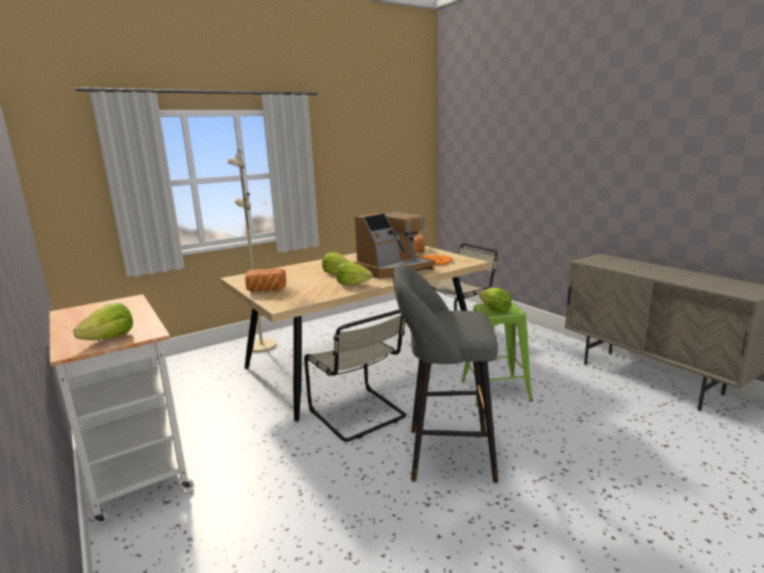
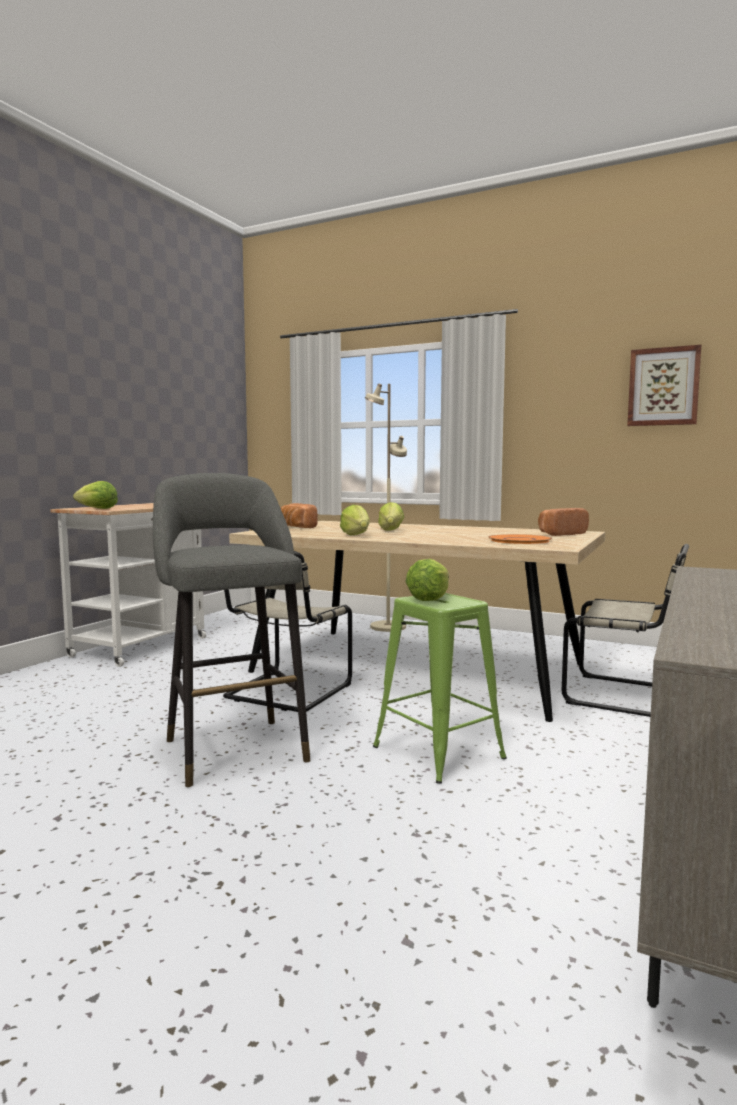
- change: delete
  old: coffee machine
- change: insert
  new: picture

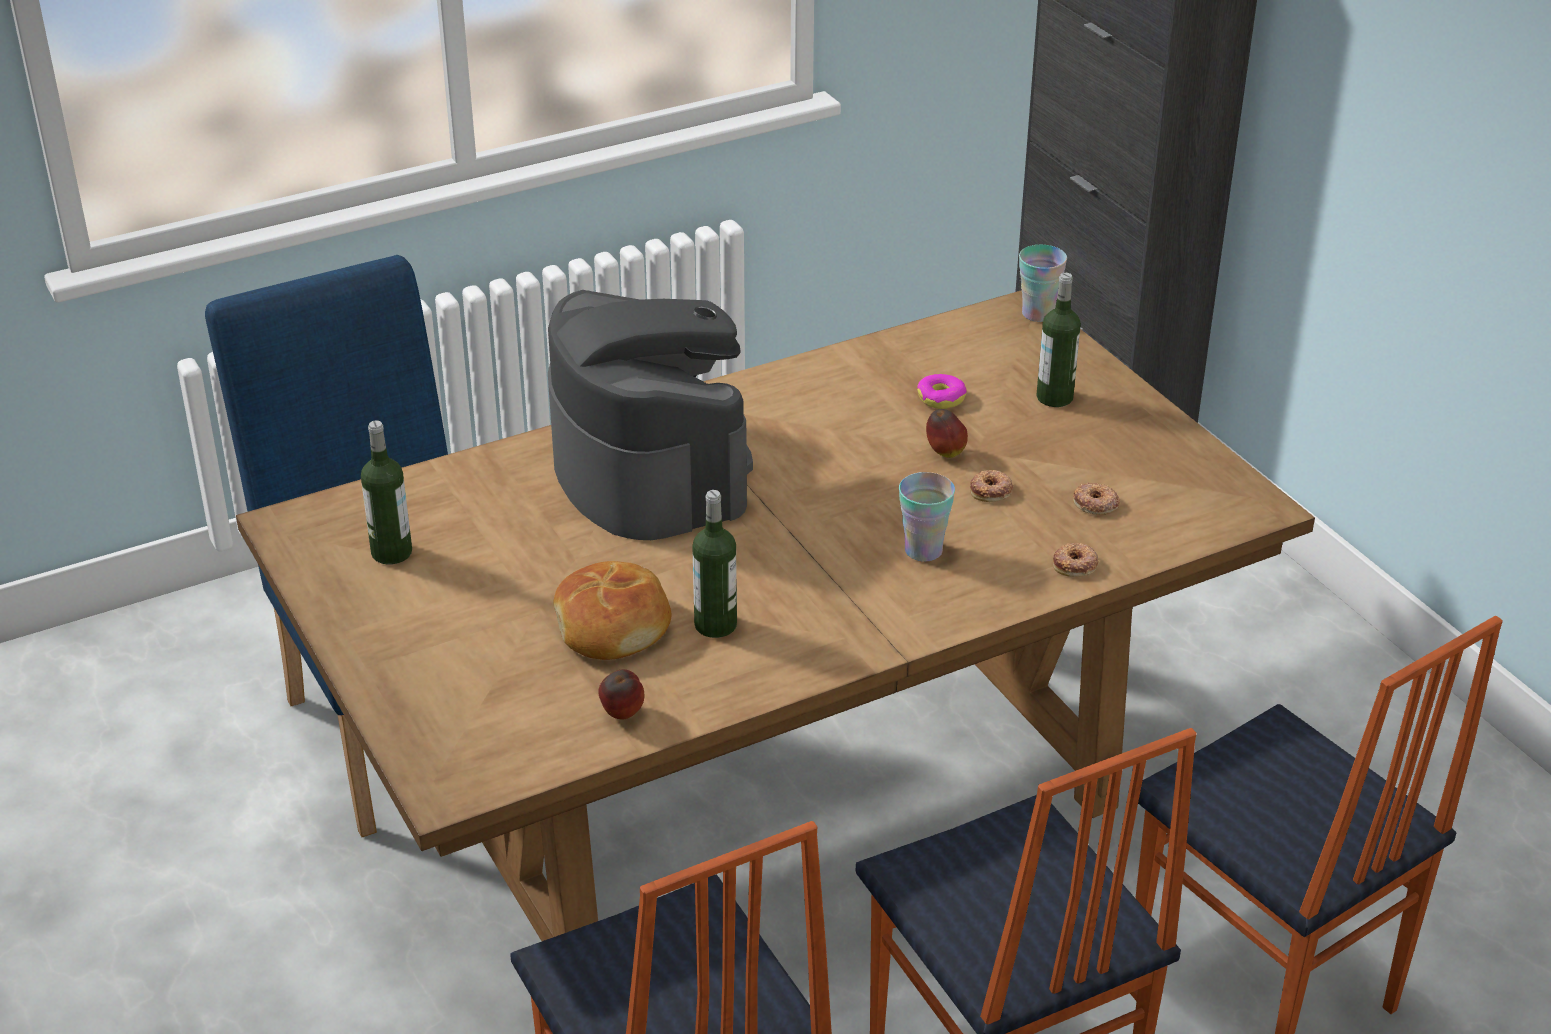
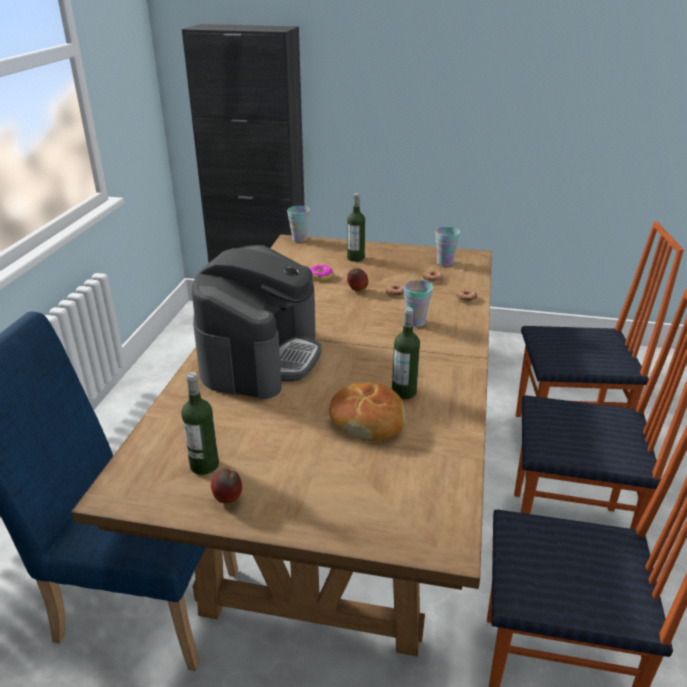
- change: rotate
  old: coffee machine
  degrees: 90
- change: move
  old: apple (1st from left)
- change: insert
  new: cup (3rd from left)

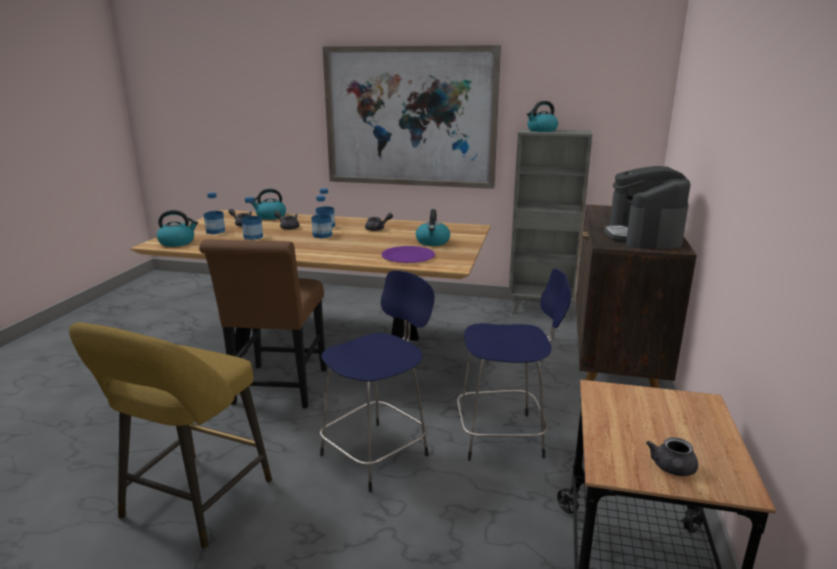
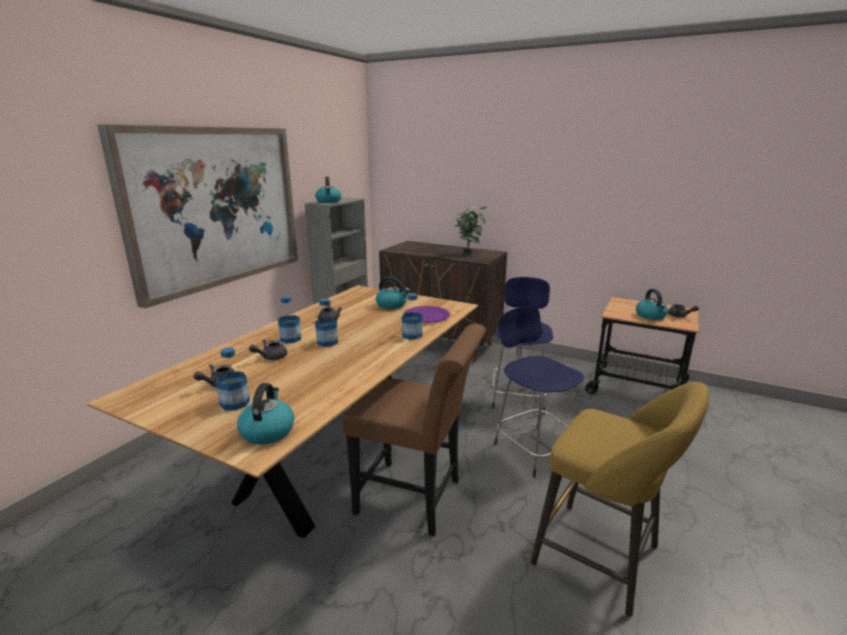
- change: move
  old: bottle (2nd from left in the first image)
  new: bottle (4th from left)
- change: move
  old: kettle (2nd from left in the first image)
  new: kettle (4th from left)
- change: replace
  old: coffee machine
  new: potted plant

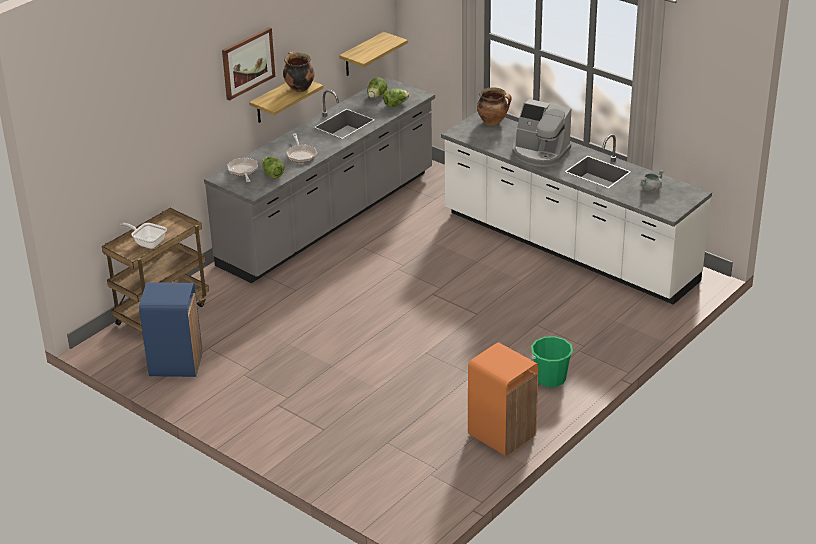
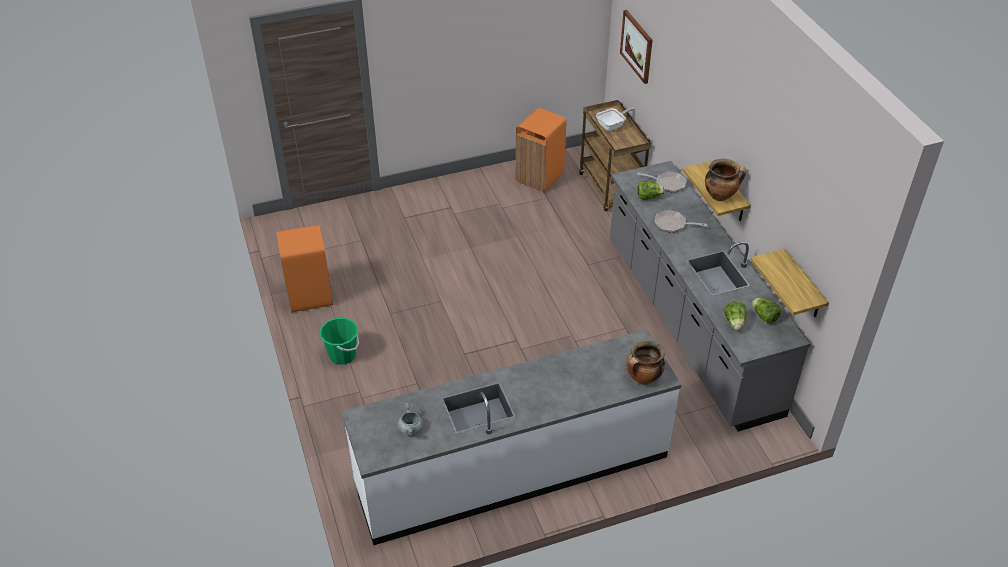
- change: recolor
  old: blue trash can
  new: orange trash can (2nd from left)
- change: move
  old: picture
- change: delete
  old: coffee machine

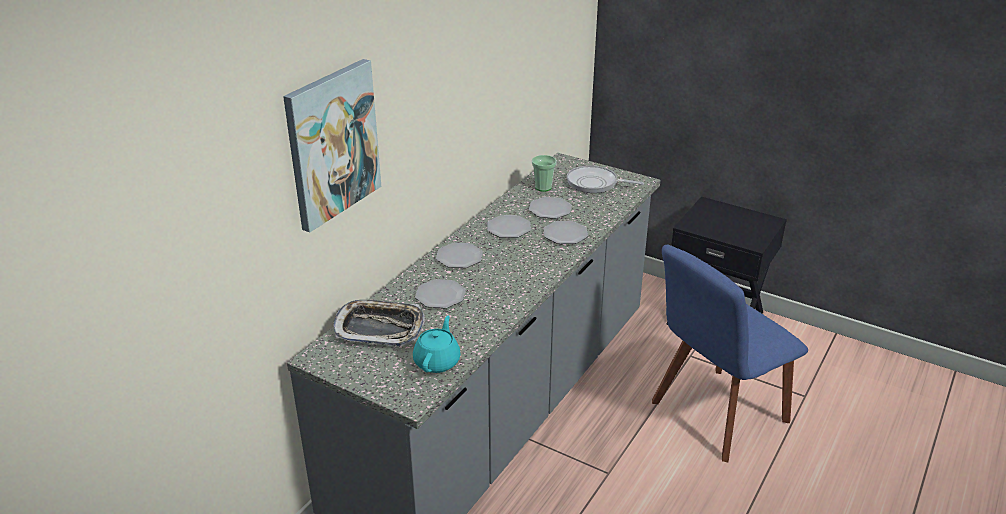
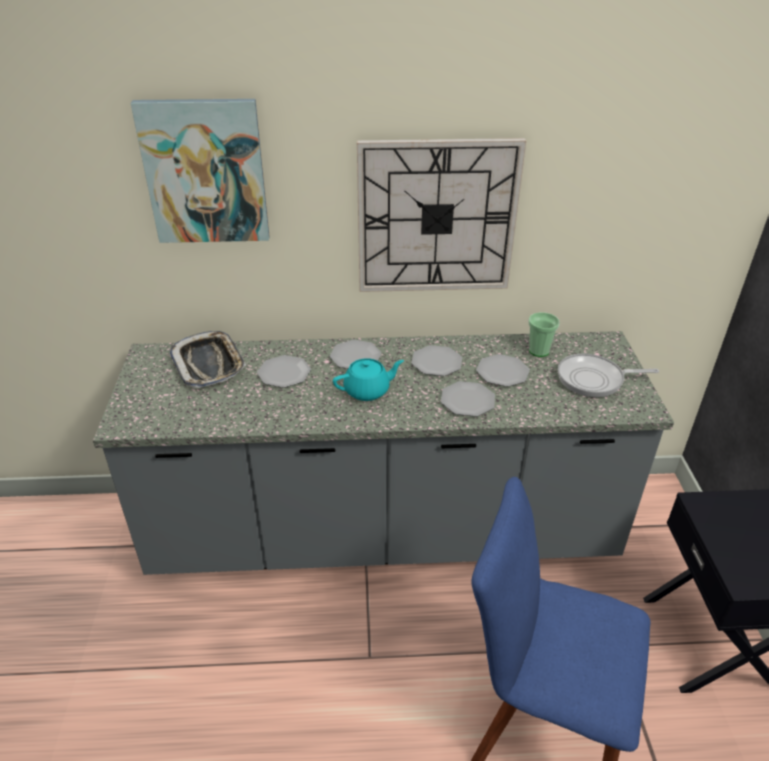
- change: move
  old: turquoise teapot
- change: rotate
  old: frying pan
  degrees: -75
- change: insert
  new: wall clock

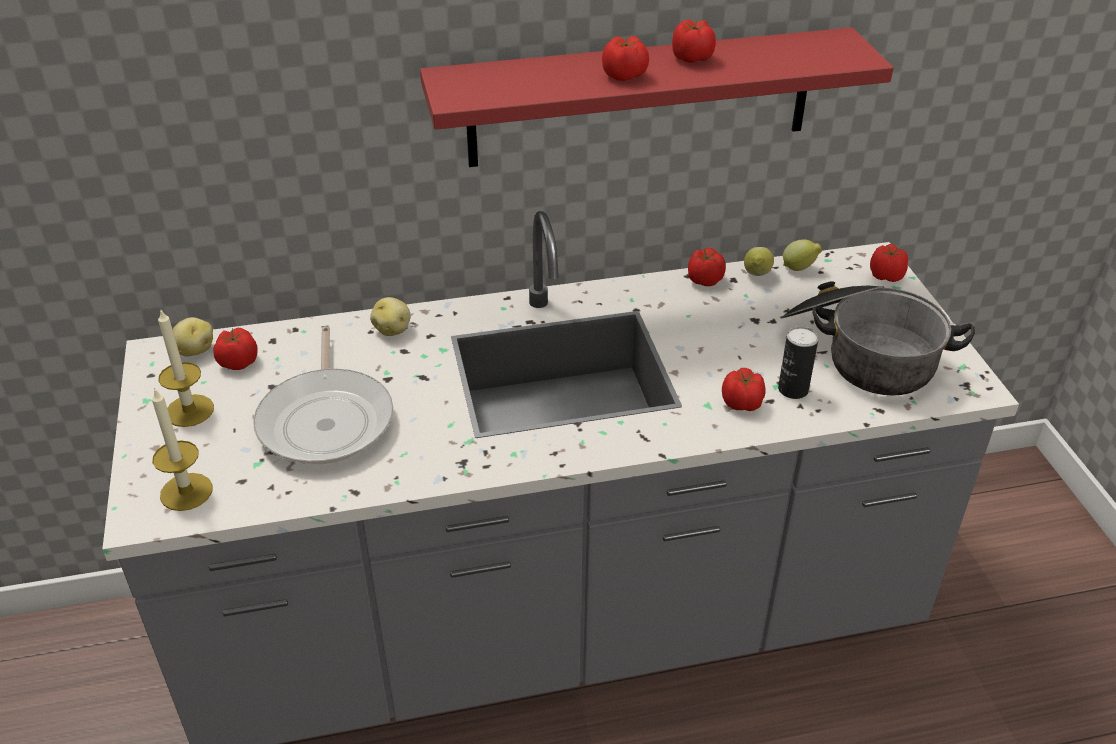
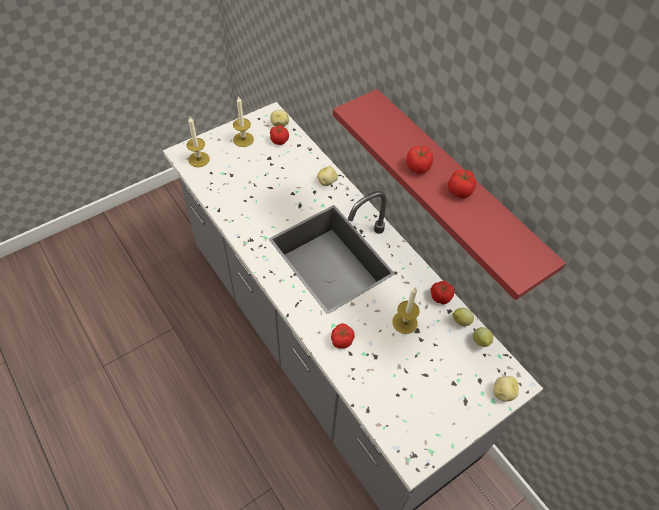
- change: delete
  old: frying pan
- change: delete
  old: can
- change: delete
  old: cooking pot
- change: replace
  old: tomato (6th from left)
  new: potato (3rd from left)
- change: insert
  new: candle (3rd from left)

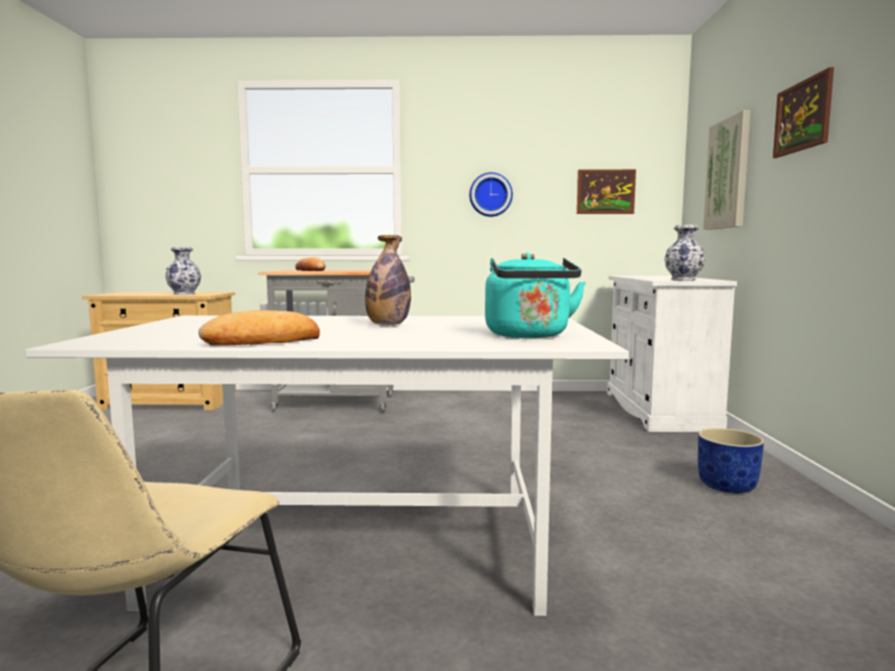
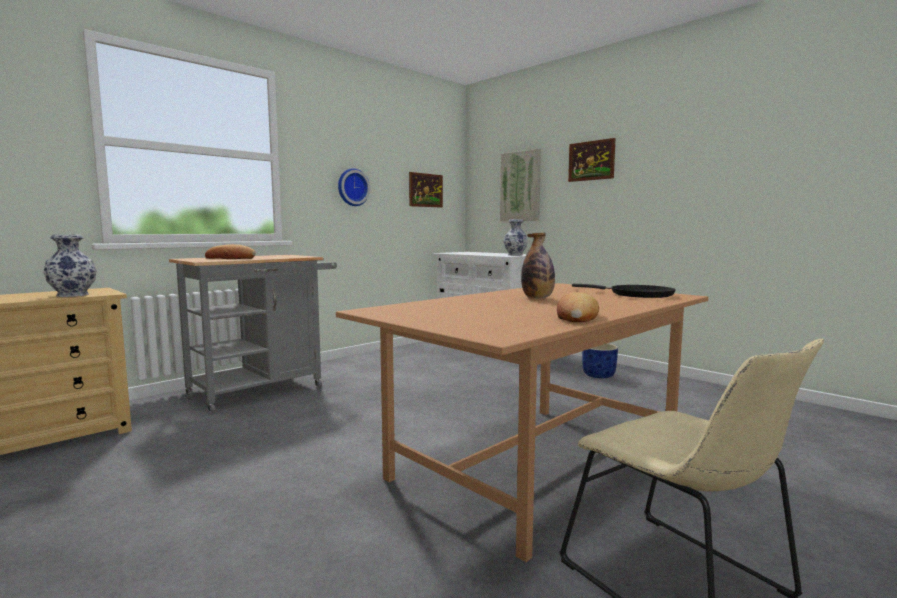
- change: recolor
  old: white dining table
  new: brown dining table
- change: replace
  old: turquoise kettle
  new: black frying pan

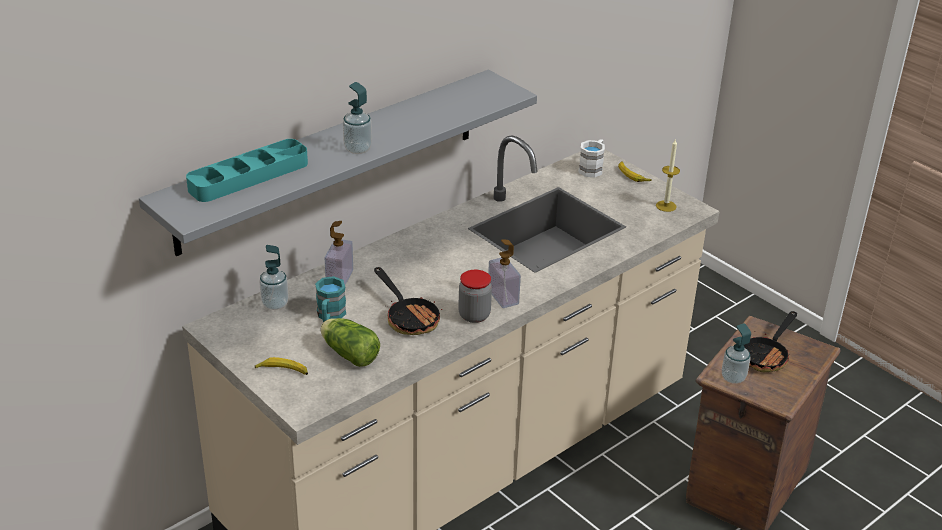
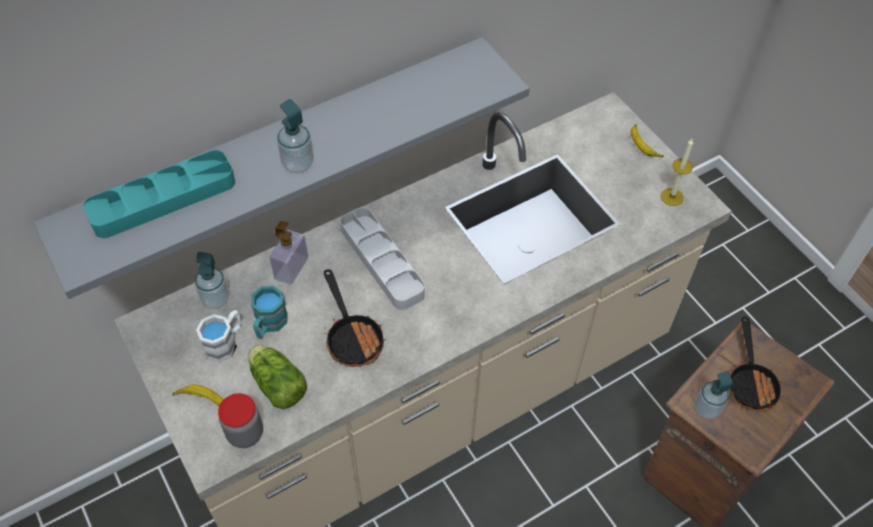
- change: move
  old: jar
- change: delete
  old: soap dispenser (4th from left)
- change: move
  old: white mug
- change: rotate
  old: frying pan (2nd from left)
  degrees: -45
- change: insert
  new: grey tray

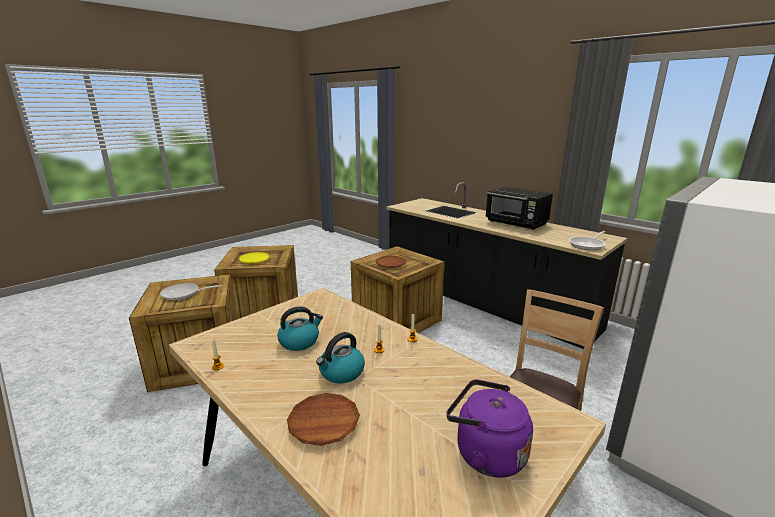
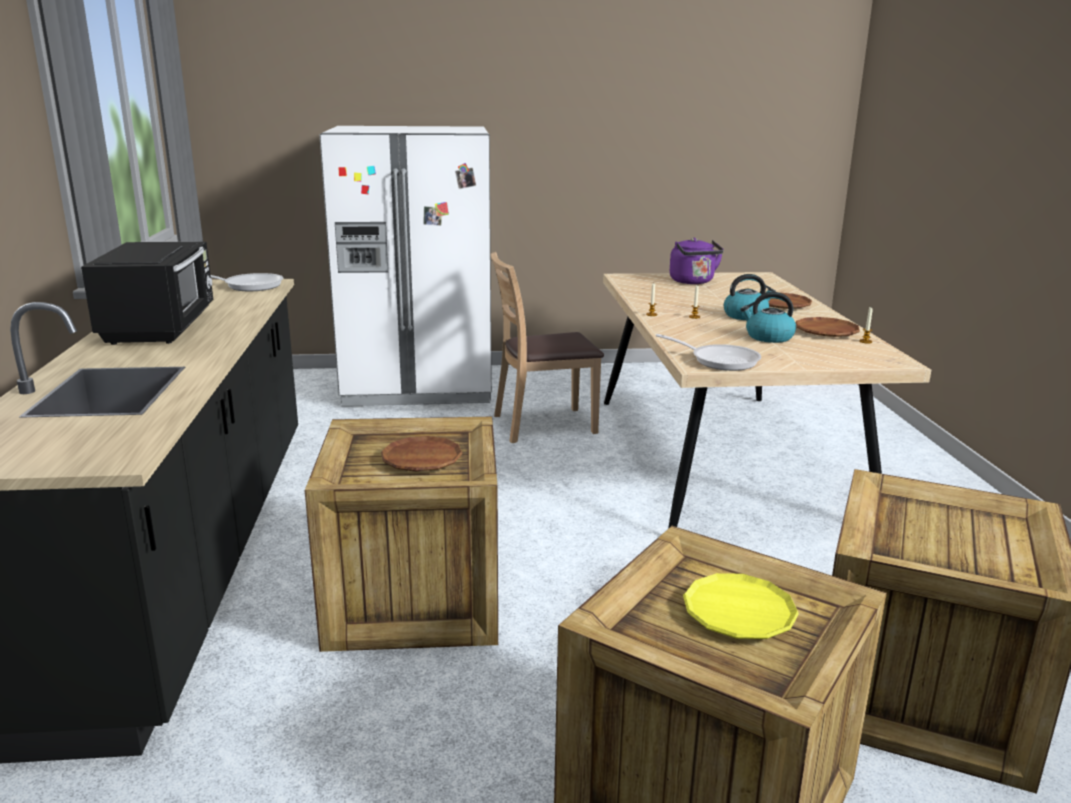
- change: move
  old: frying pan (1st from left in the first image)
  new: frying pan (2nd from left)
- change: insert
  new: brown plate (3rd from left)

